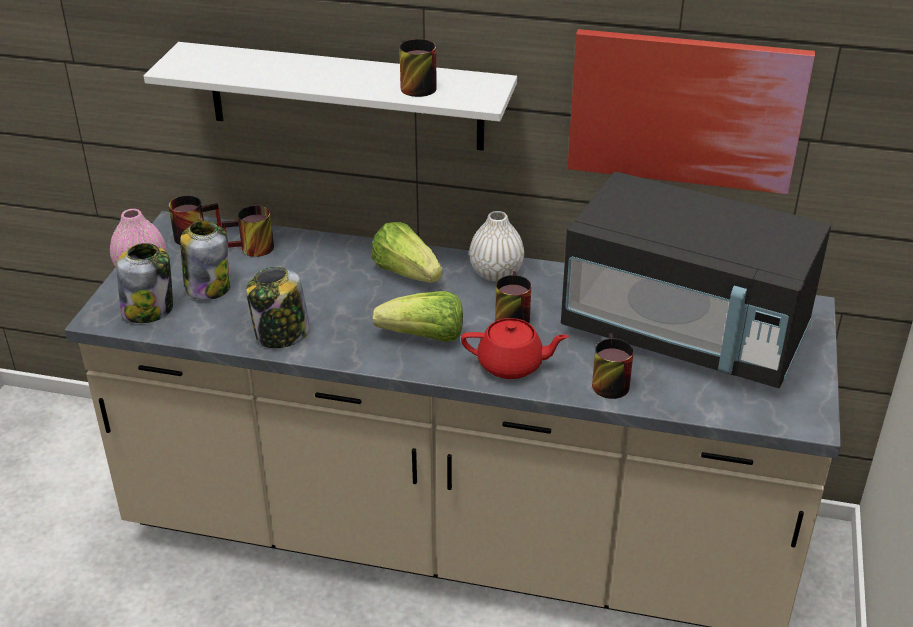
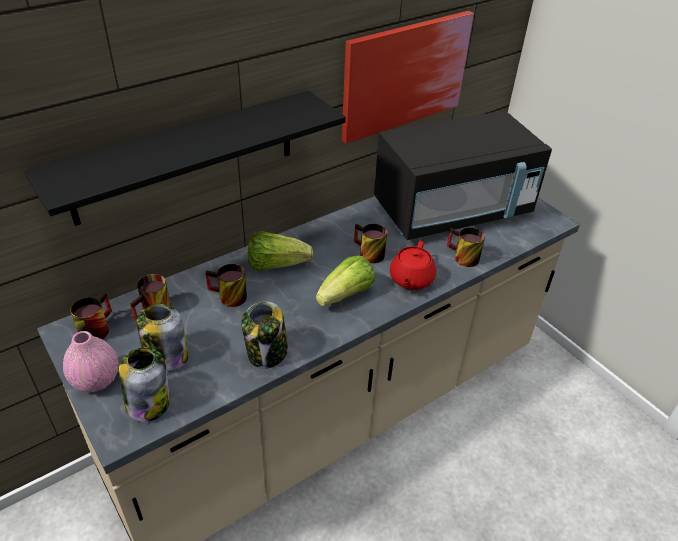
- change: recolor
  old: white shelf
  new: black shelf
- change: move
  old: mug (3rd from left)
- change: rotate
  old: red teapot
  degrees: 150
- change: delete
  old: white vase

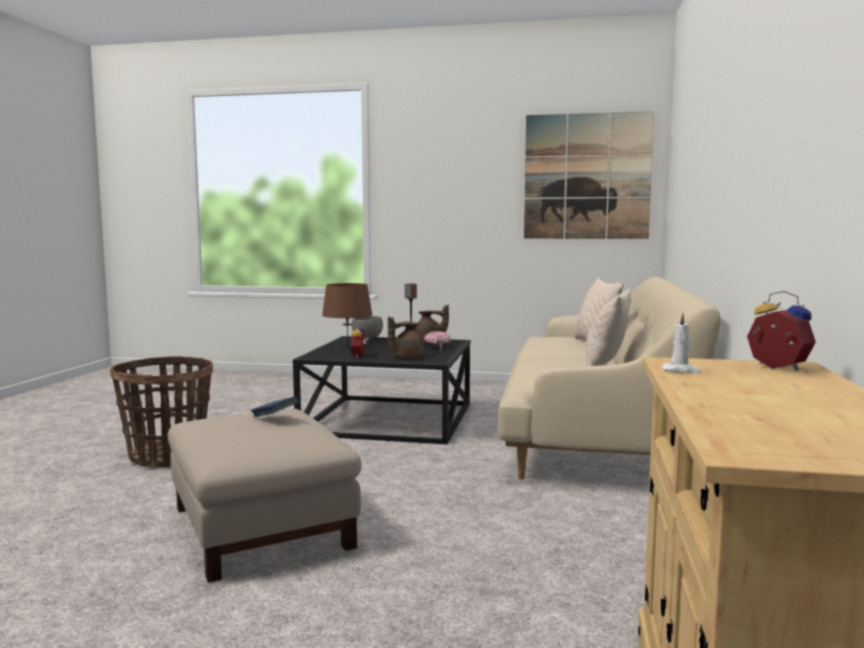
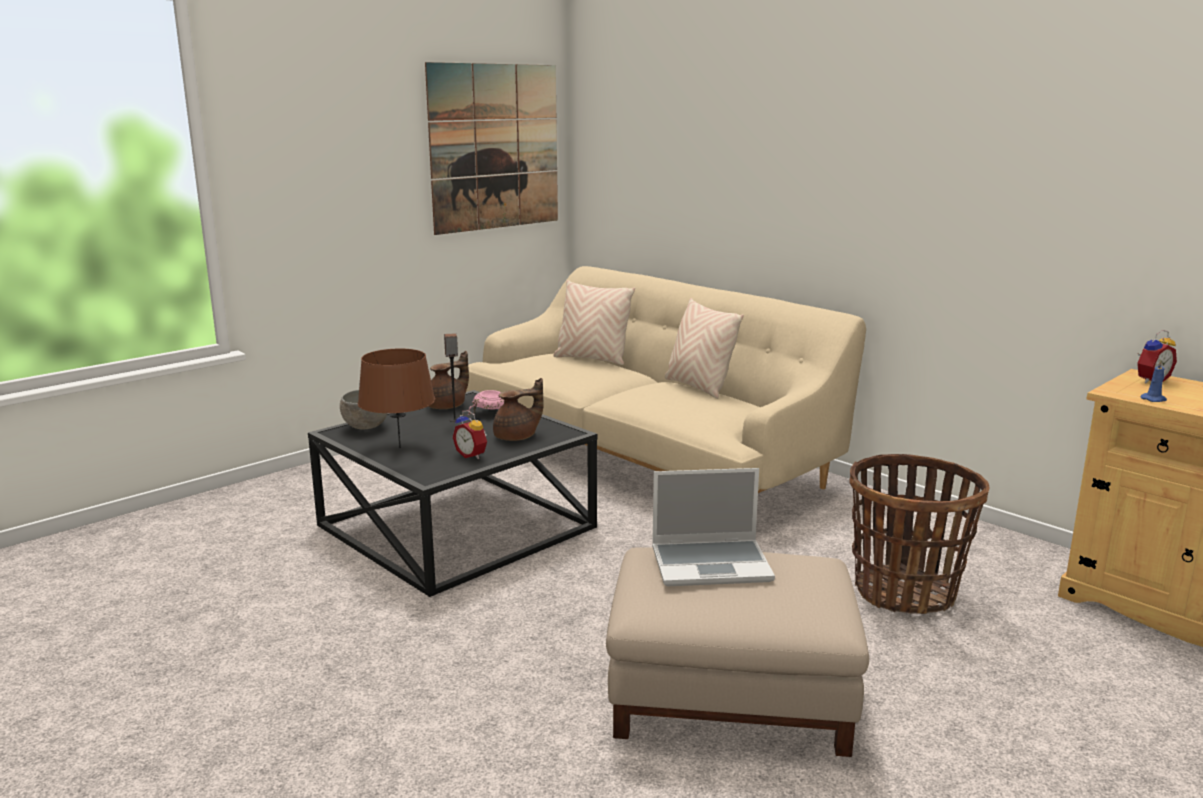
- change: move
  old: basket
- change: replace
  old: blue book
  new: laptop
- change: rotate
  old: brown teapot (1st from left in the first image)
  degrees: -120
- change: recolor
  old: white candle
  new: blue candle
- change: rotate
  old: alarm clock (2nd from left)
  degrees: 150

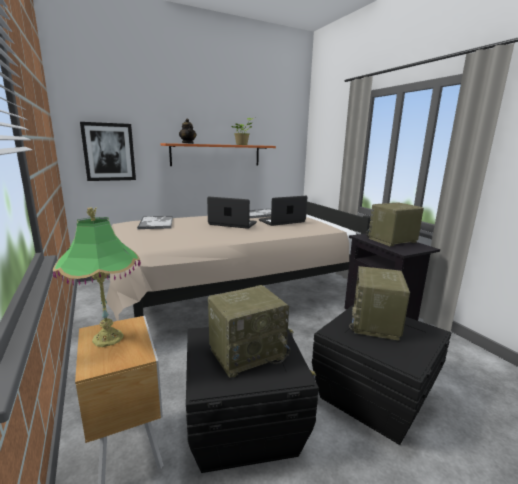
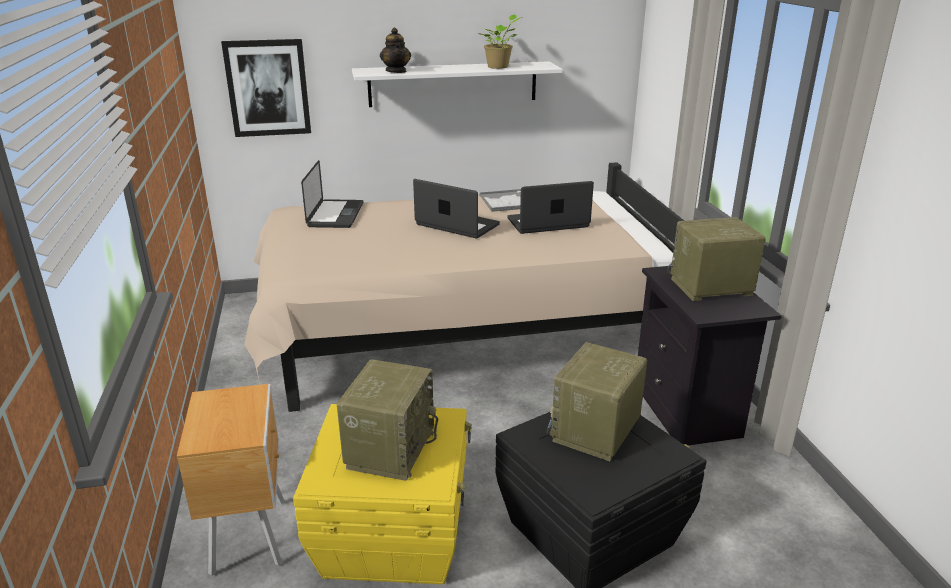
- change: delete
  old: table lamp
- change: replace
  old: tray (1st from left)
  new: laptop (1st from left)
- change: recolor
  old: orange shelf
  new: white shelf
- change: recolor
  old: black storage box (1st from left)
  new: yellow storage box
- change: rotate
  old: radio (1st from left)
  degrees: -60

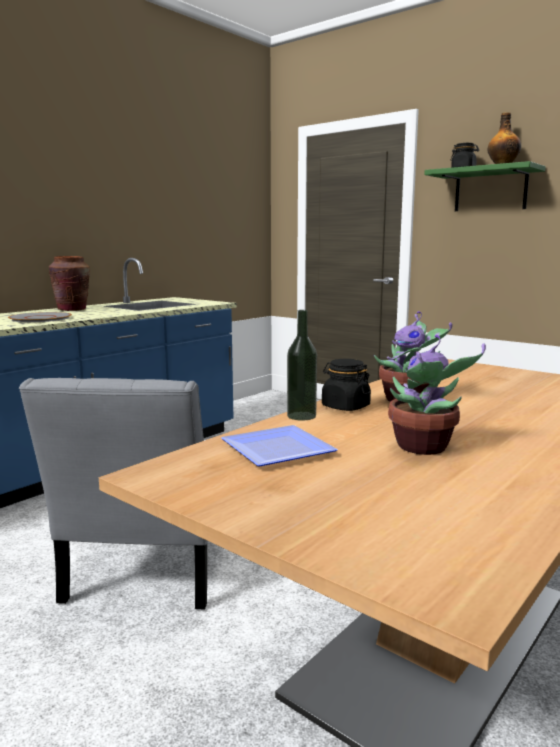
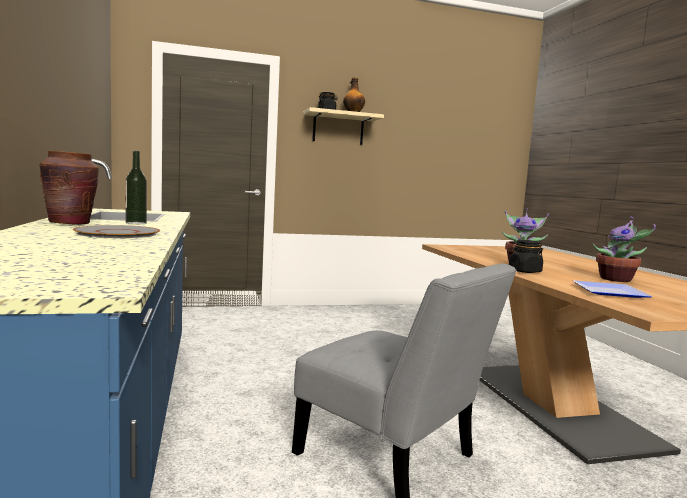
- change: move
  old: bottle (1st from left)
- change: recolor
  old: green shelf
  new: beige shelf

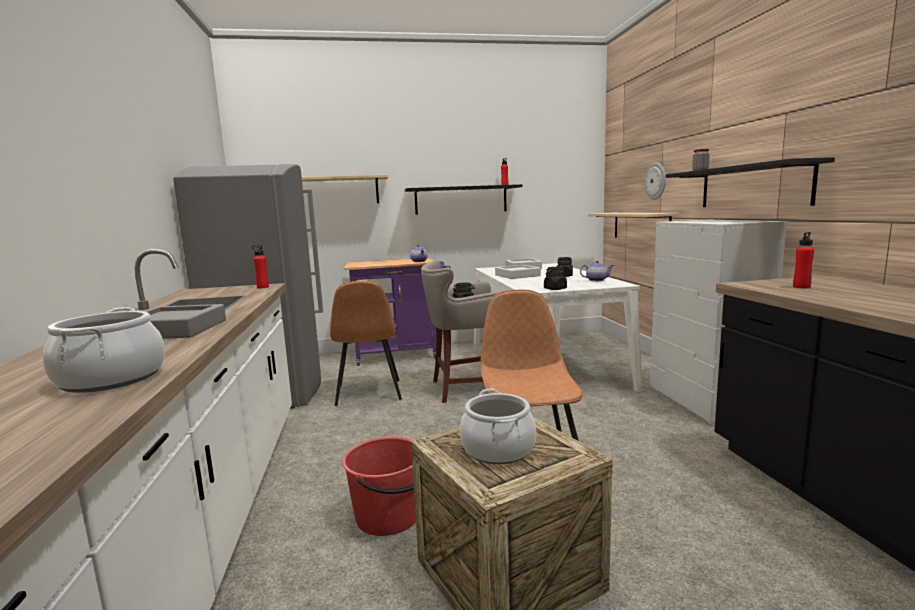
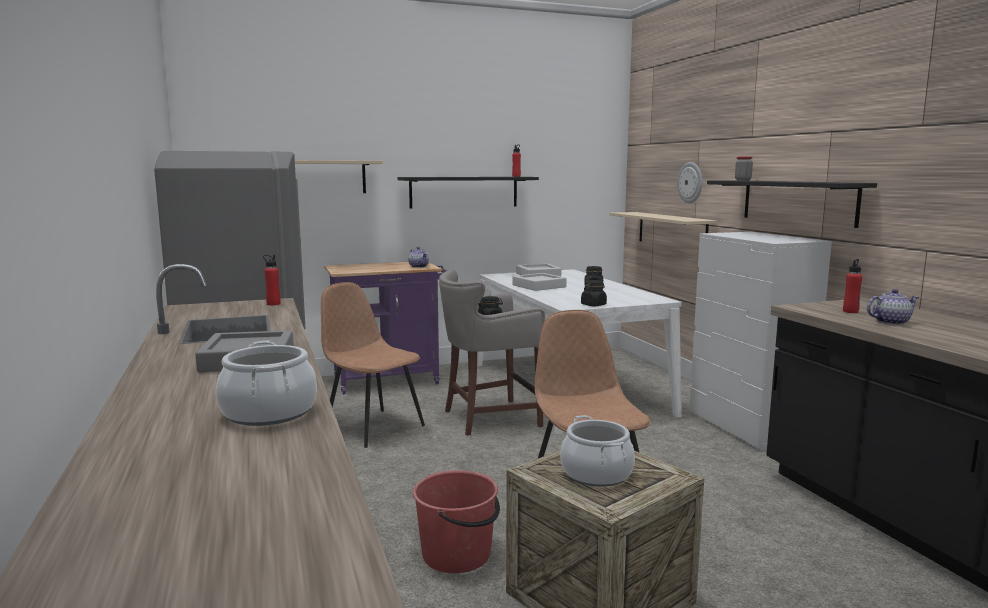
- change: rotate
  old: brown chair (1st from left)
  degrees: 150
- change: move
  old: teapot (2nd from left)

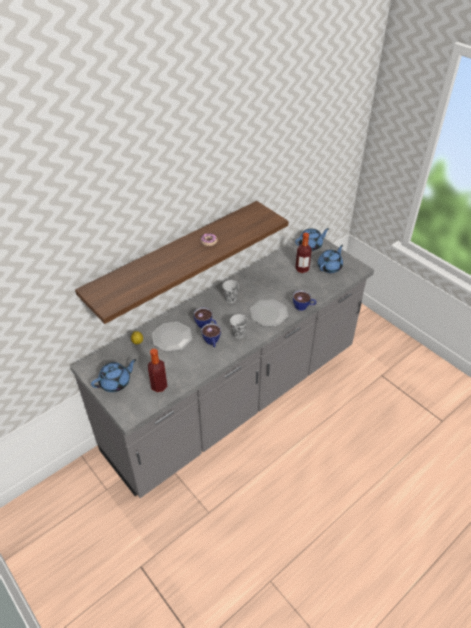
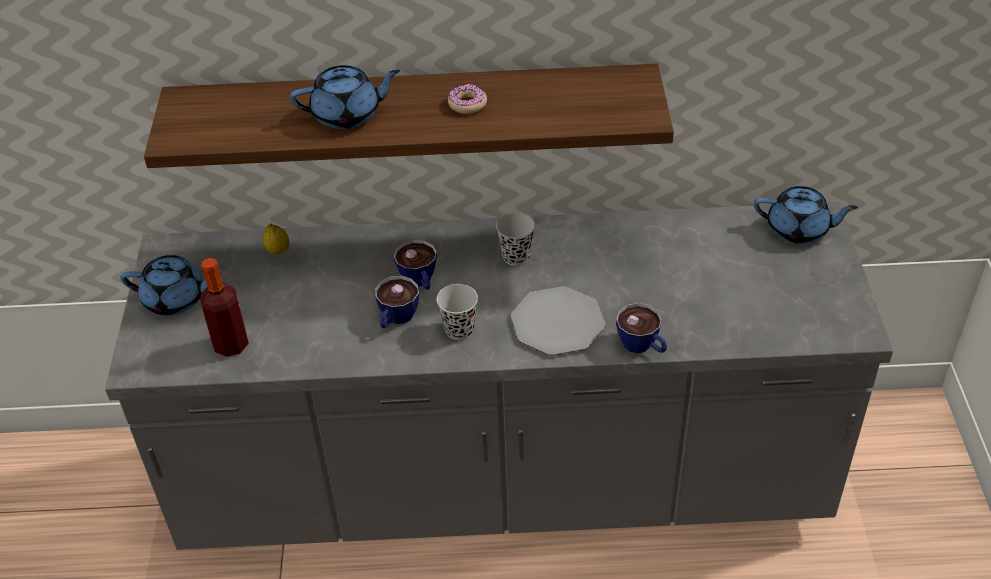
- change: delete
  old: plate (1st from left)
- change: delete
  old: bottle (2nd from left)
- change: move
  old: blue teapot (3rd from left in the first image)
  new: blue teapot (2nd from left)

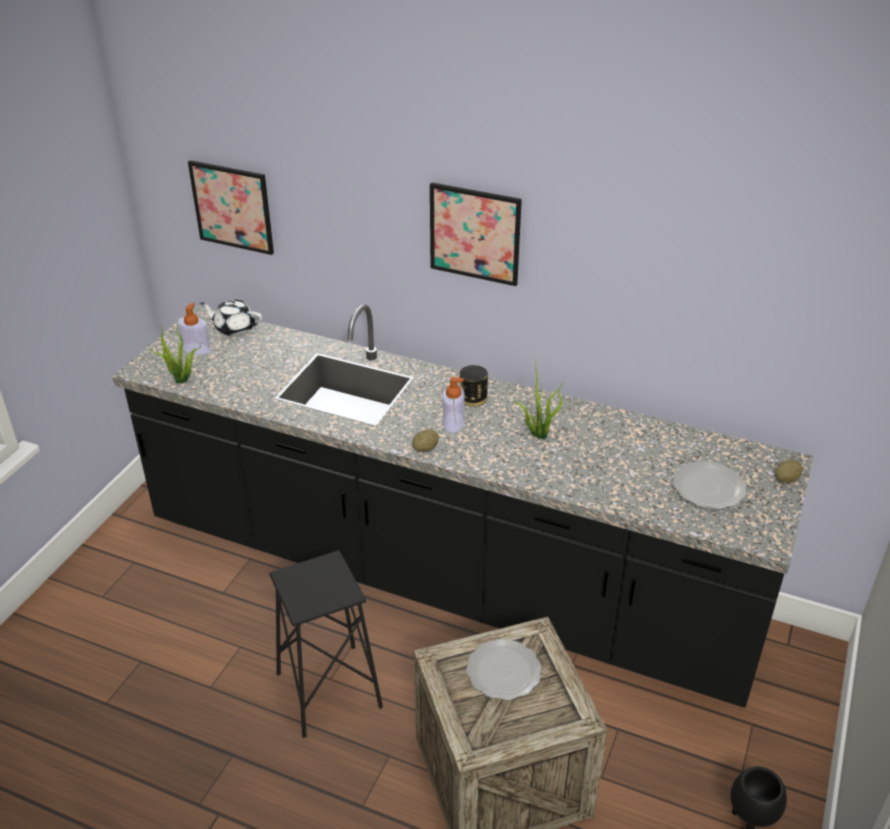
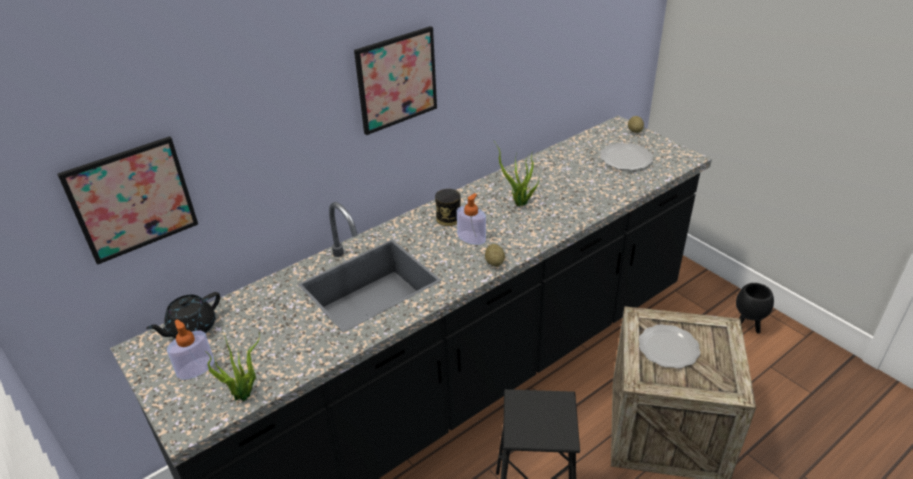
- change: recolor
  old: white teapot
  new: black teapot

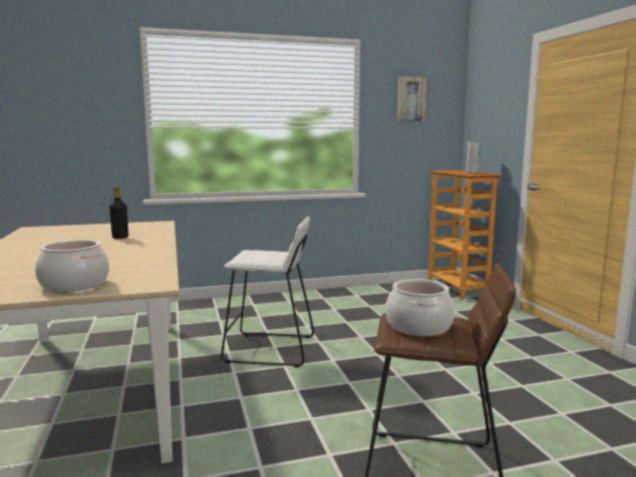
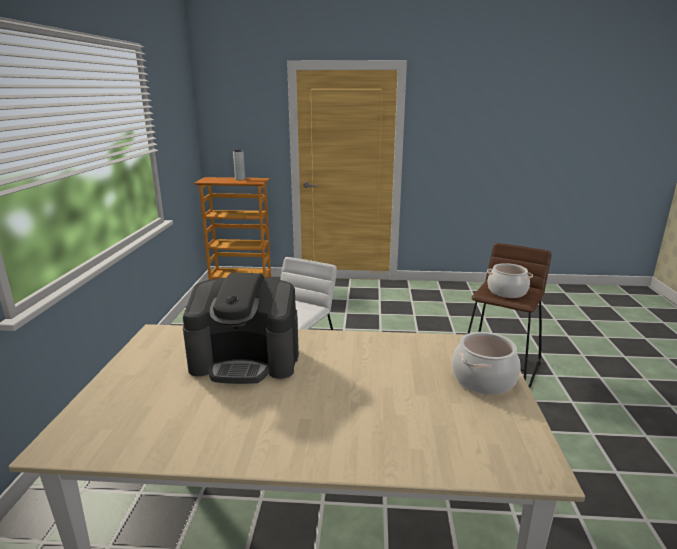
- change: replace
  old: black bottle
  new: coffee machine
- change: delete
  old: picture

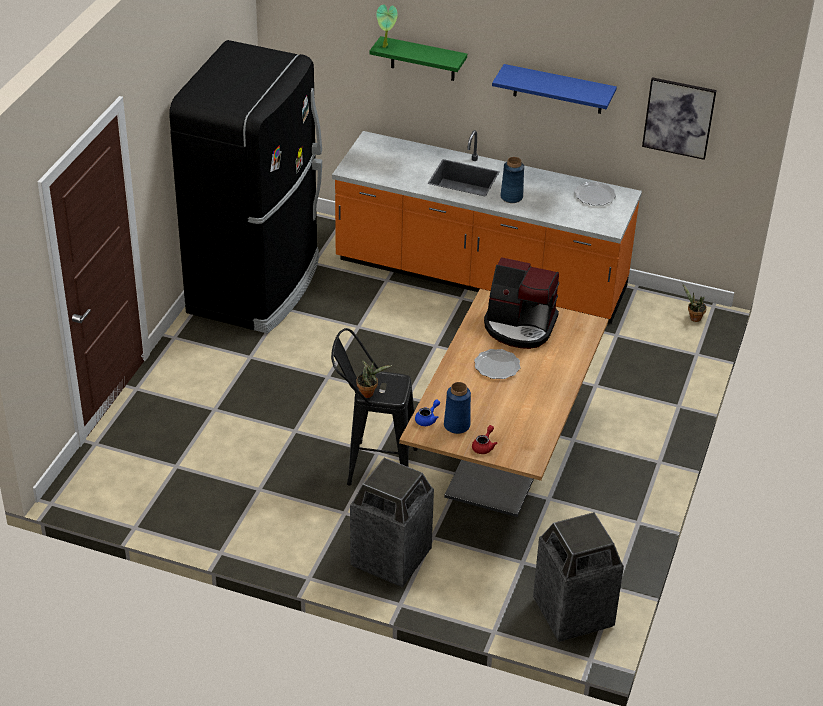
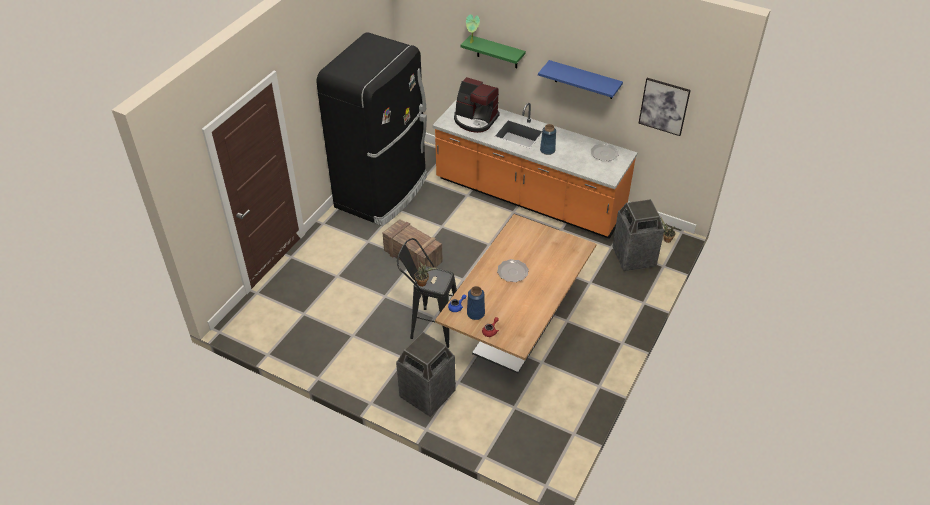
- change: move
  old: coffee machine
- change: move
  old: trash can (2nd from left)
- change: insert
  new: crate

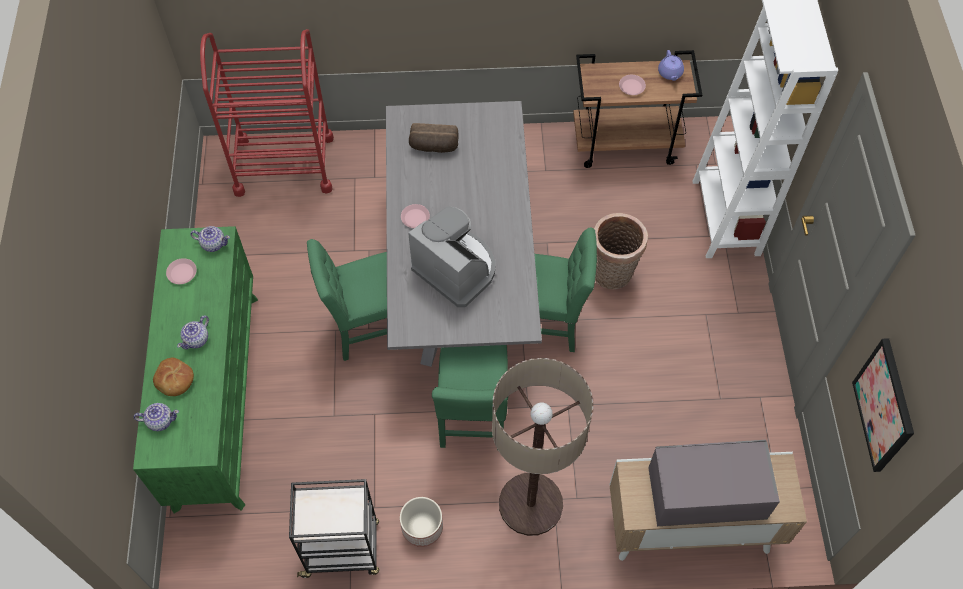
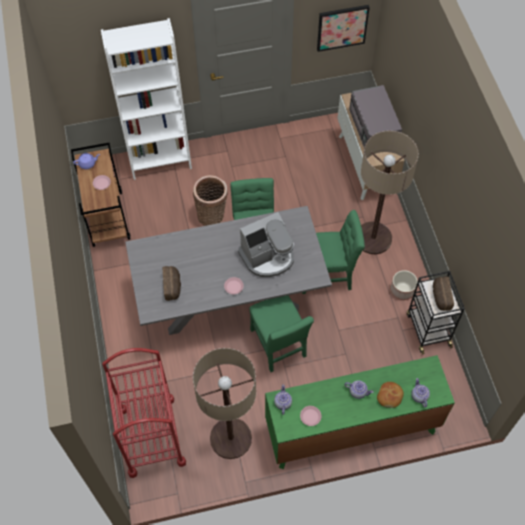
- change: rotate
  old: coffee machine
  degrees: -150
- change: insert
  new: floor lamp (1st from left)
- change: insert
  new: bread (3rd from left)

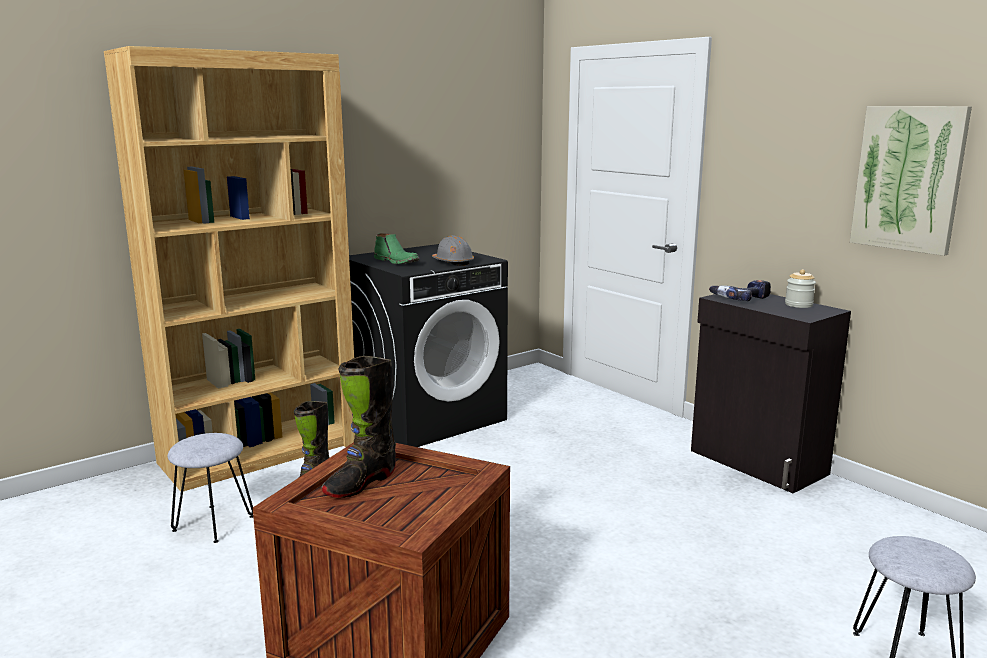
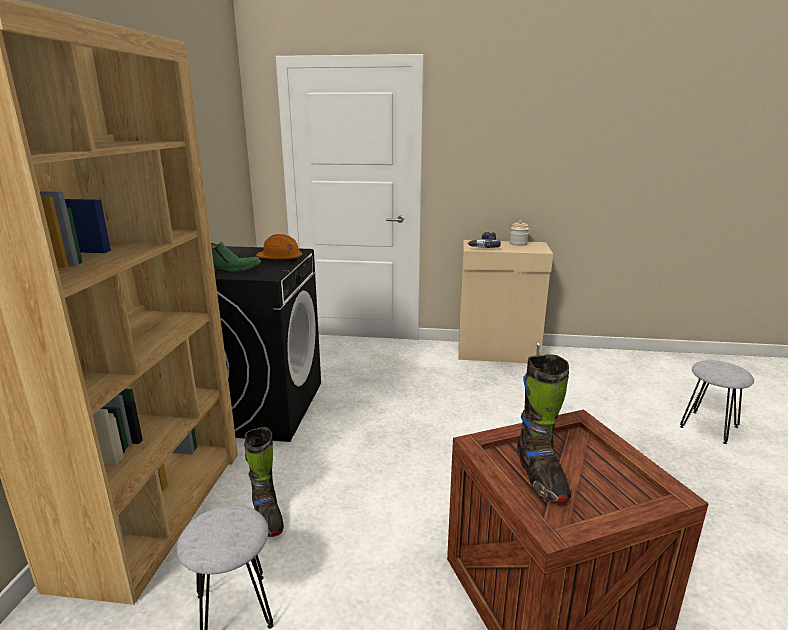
- change: recolor
  old: grey hard hat
  new: orange hard hat
- change: recolor
  old: black cabinet
  new: beige cabinet
- change: delete
  old: picture

